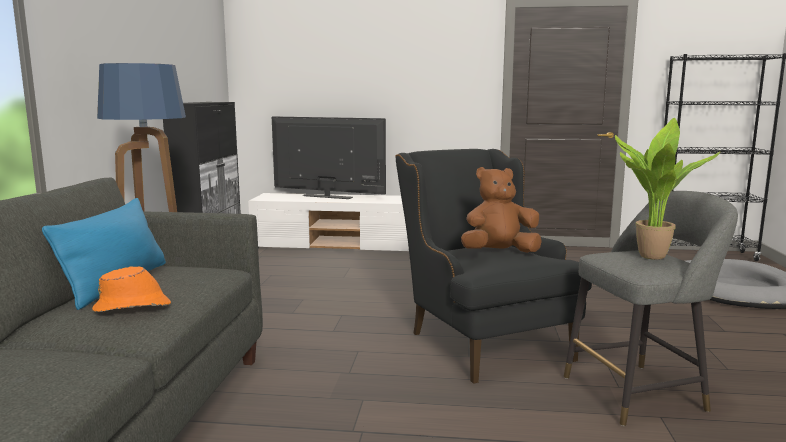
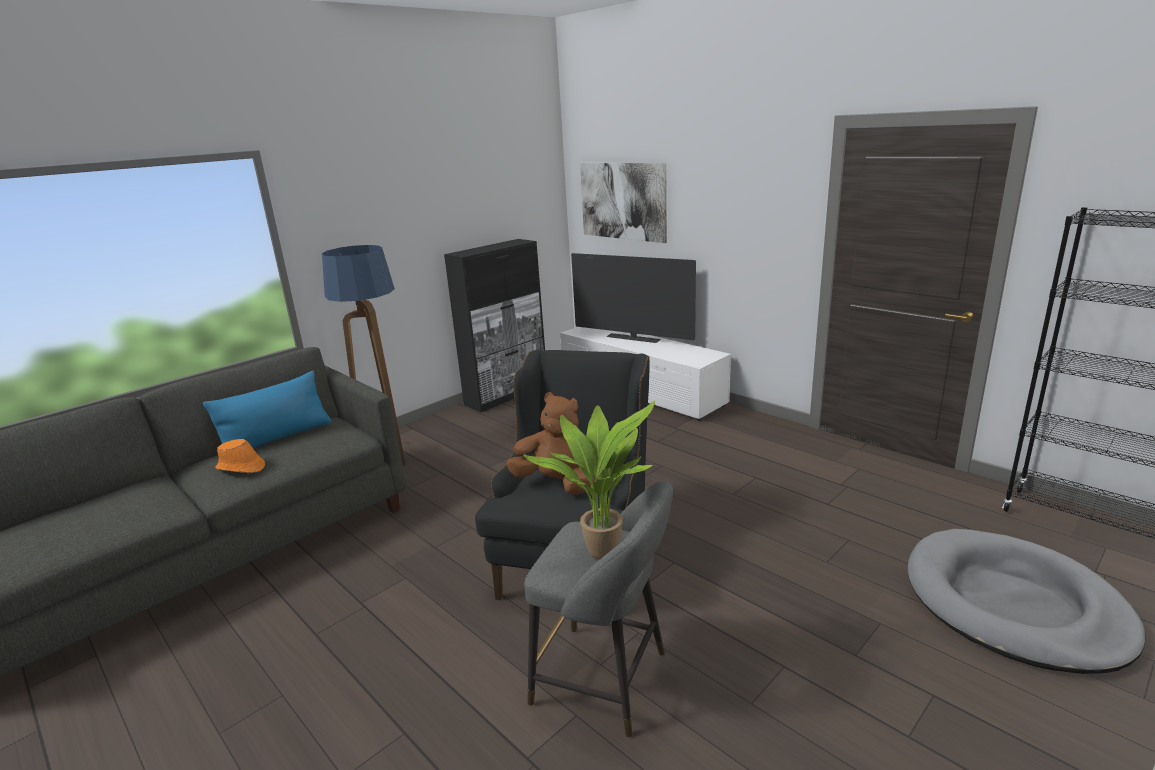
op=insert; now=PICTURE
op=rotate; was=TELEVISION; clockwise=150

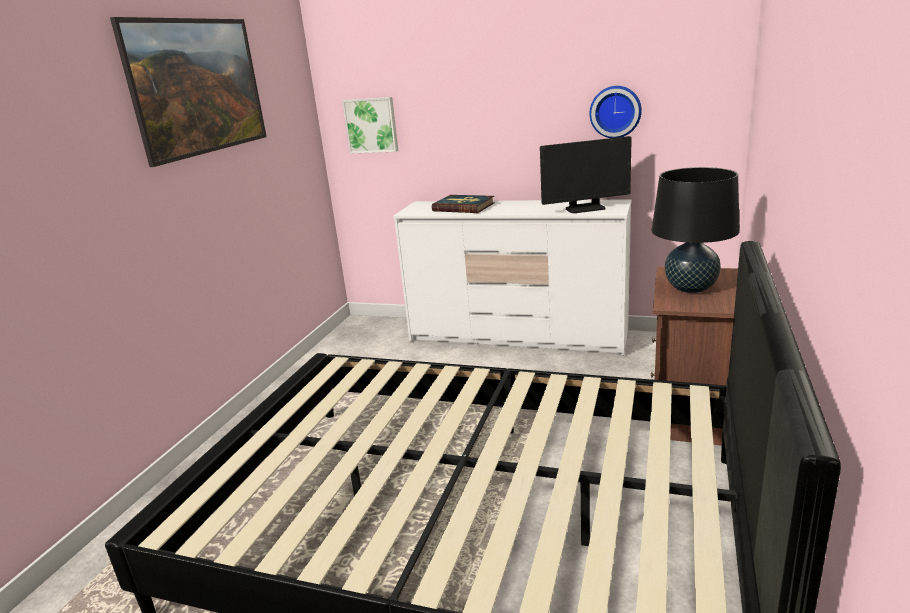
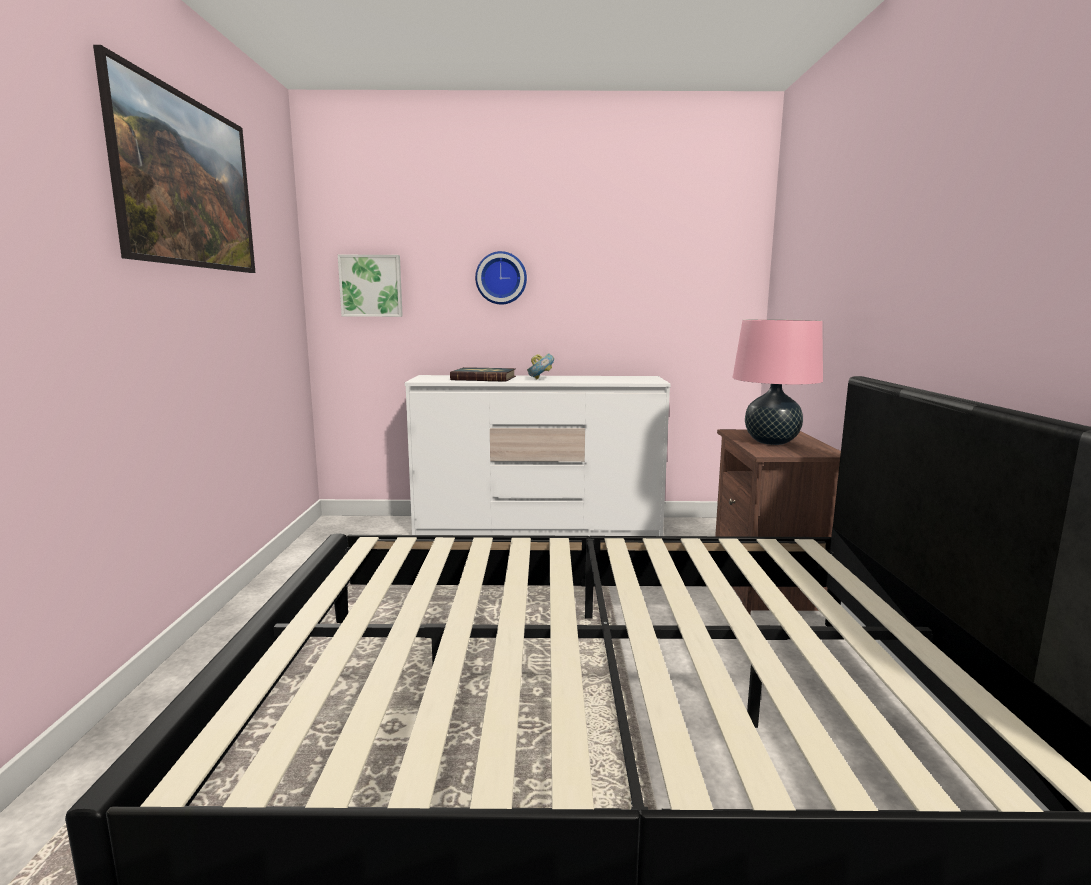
op=delete; was=MONITOR
op=insert; now=BOWL
op=move; was=WALL CLOCK
op=recolor; was=BLACK TABLE LAMP; now=PINK TABLE LAMP

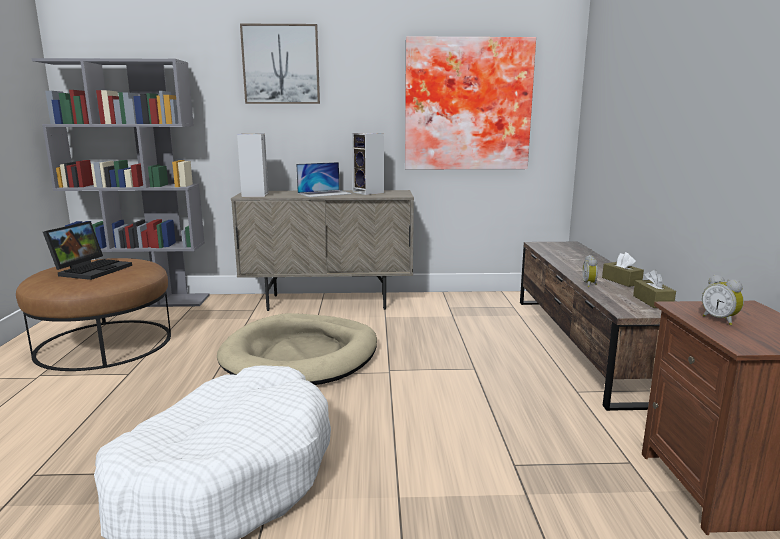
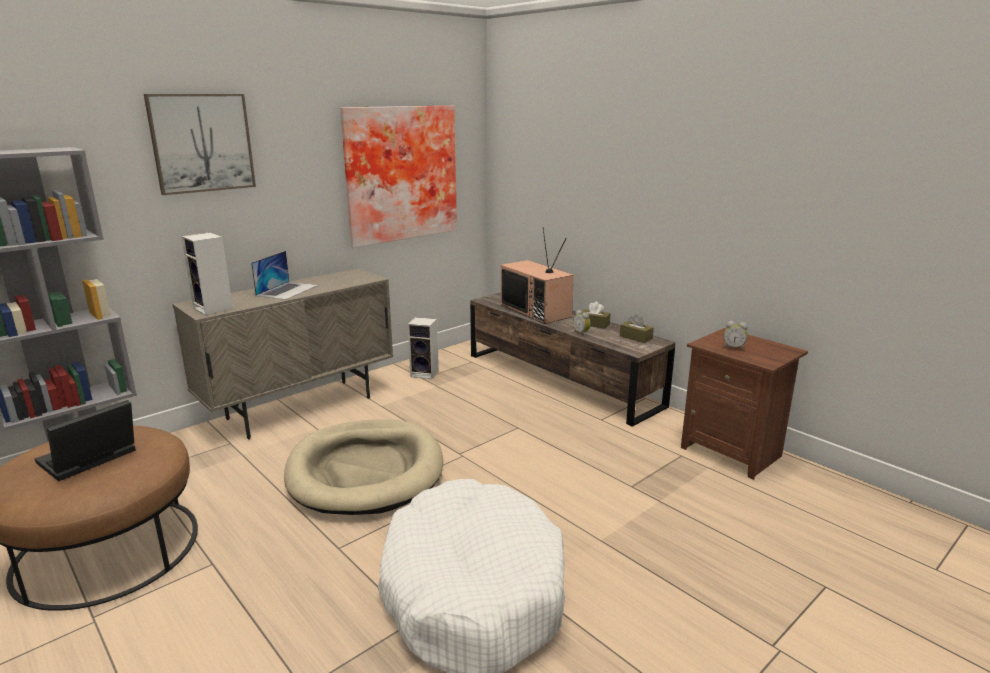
op=insert; now=TELEVISION
op=move; was=SPEAKER (2nd from left)
op=rotate; was=LAPTOP (1st from left); clockwise=-120

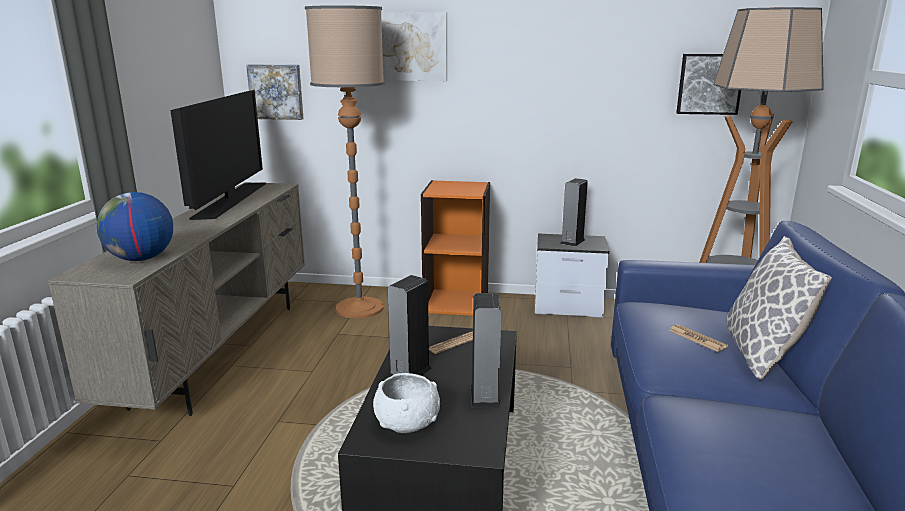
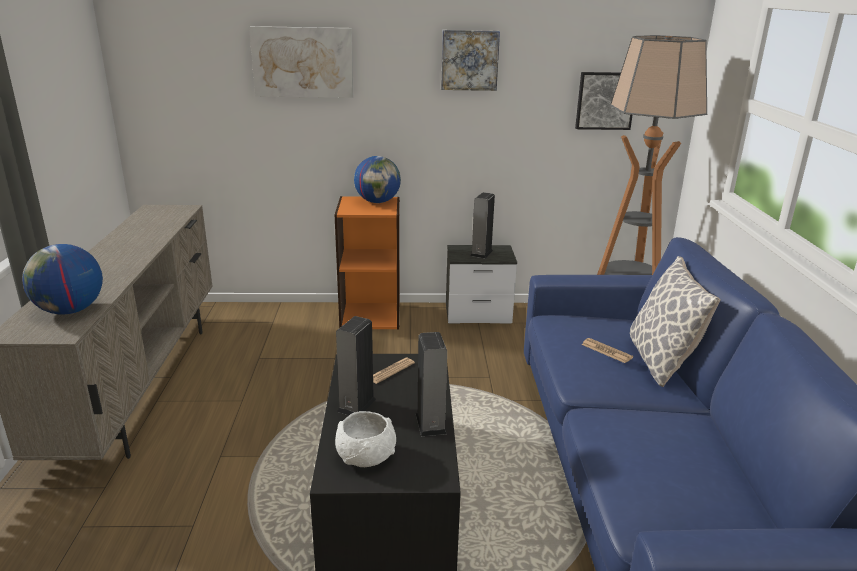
op=delete; was=TELEVISION
op=delete; was=FLOOR LAMP (1st from left)
op=insert; now=GLOBE (2nd from left)
op=move; was=PICTURE (1st from left in the first image); now=PICTURE (2nd from left)

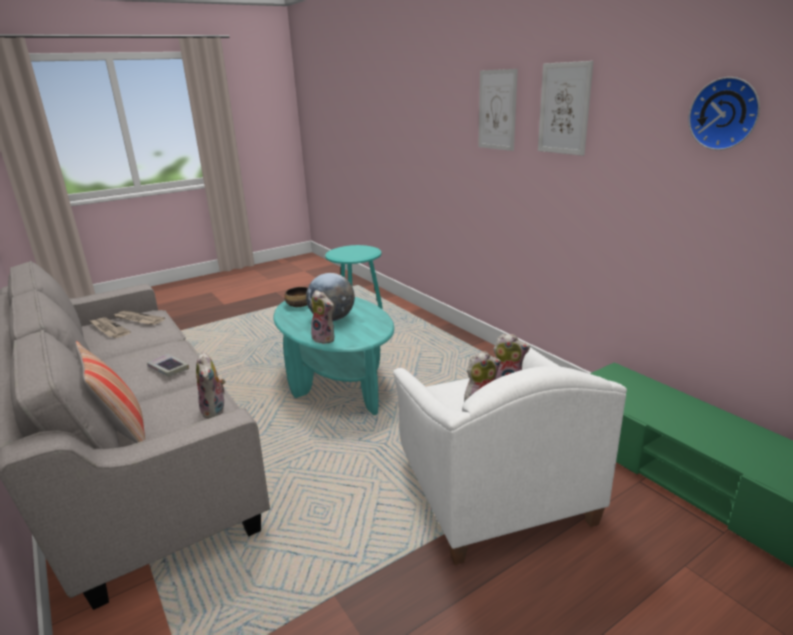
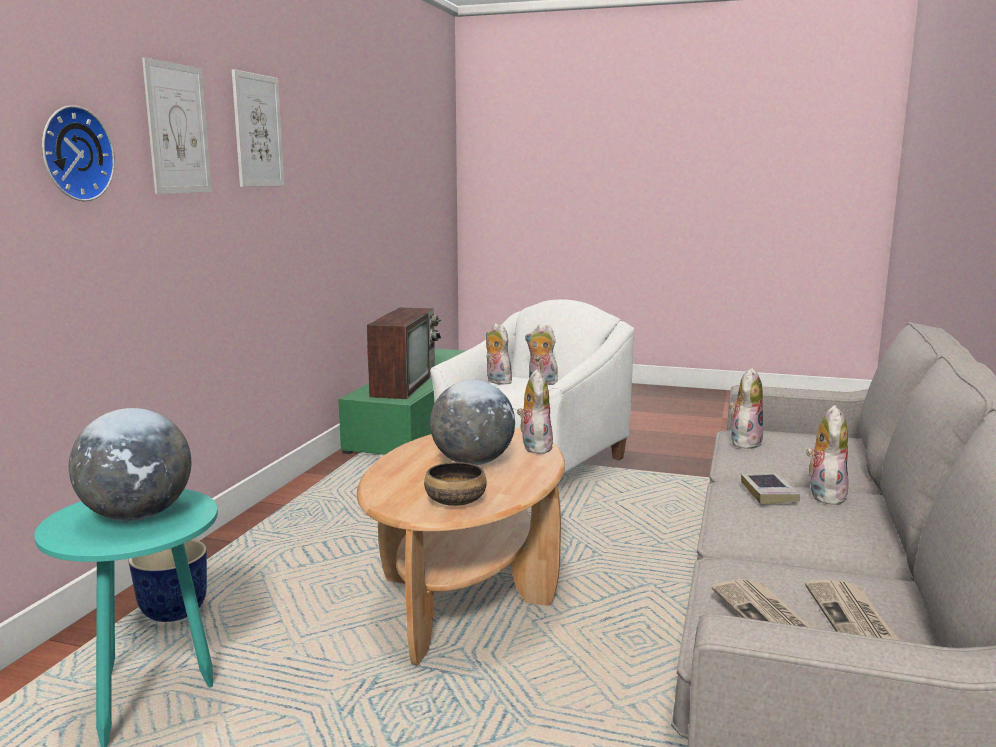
op=delete; was=PILLOW
op=insert; now=GLOBE (1st from left)
op=insert; now=PLANTER
op=insert; now=TELEVISION
op=insert; now=PLUSH TOY (5th from left)
op=move; was=WALL CLOCK
op=recolor; was=TURQUOISE COFFEE TABLE; now=BROWN COFFEE TABLE

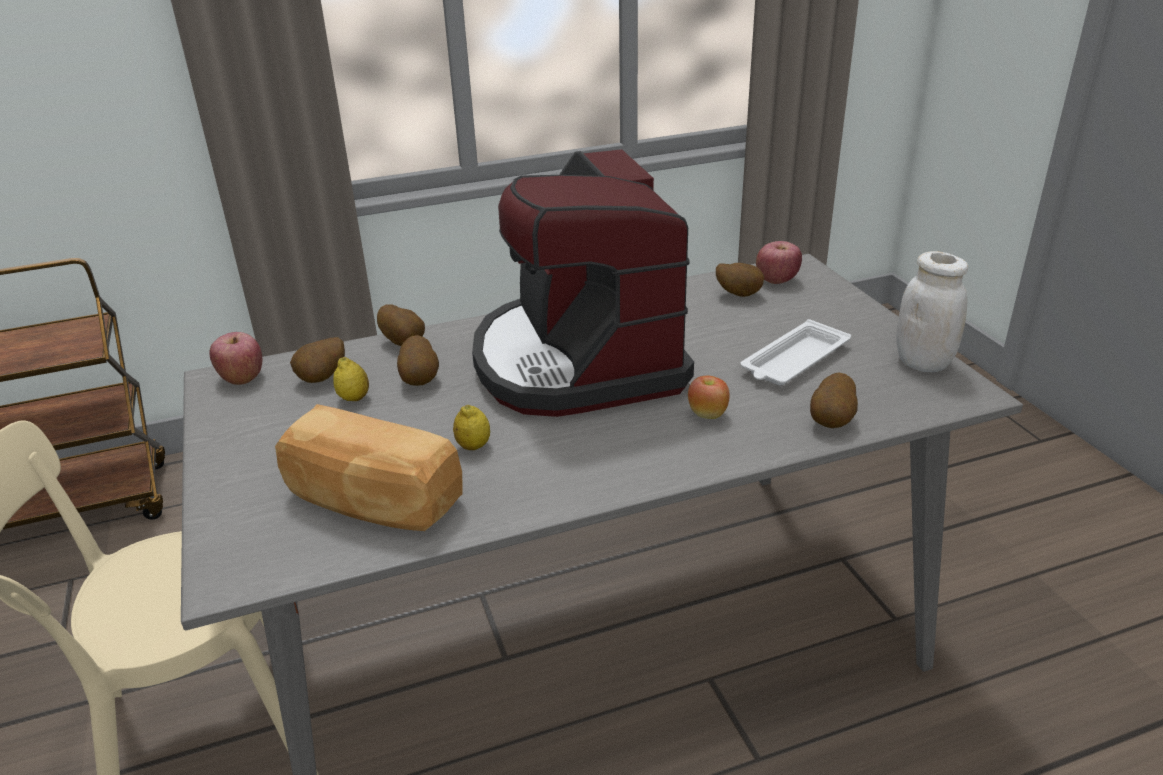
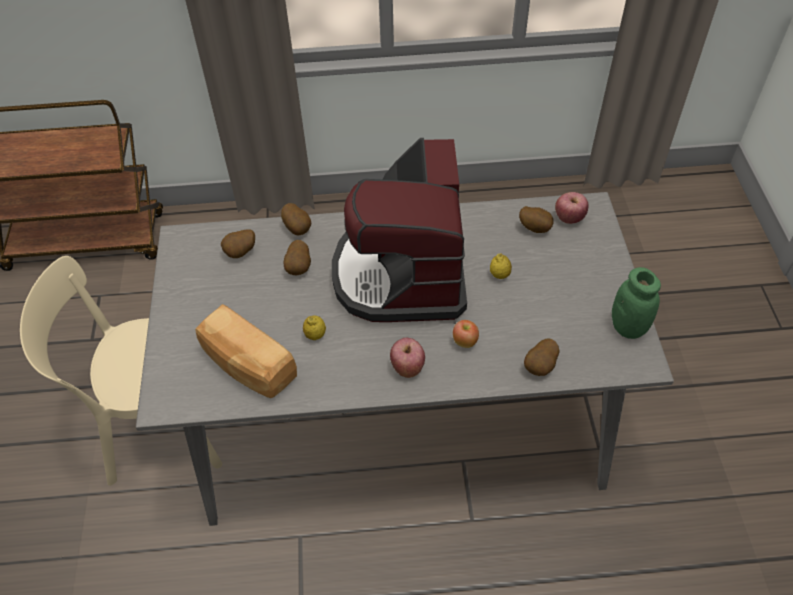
op=delete; was=WHITE TRAY
op=move; was=APPLE (1st from left)
op=move; was=LEMON (1st from left in the first image); now=LEMON (2nd from left)
op=recolor; was=WHITE JAR; now=GREEN JAR

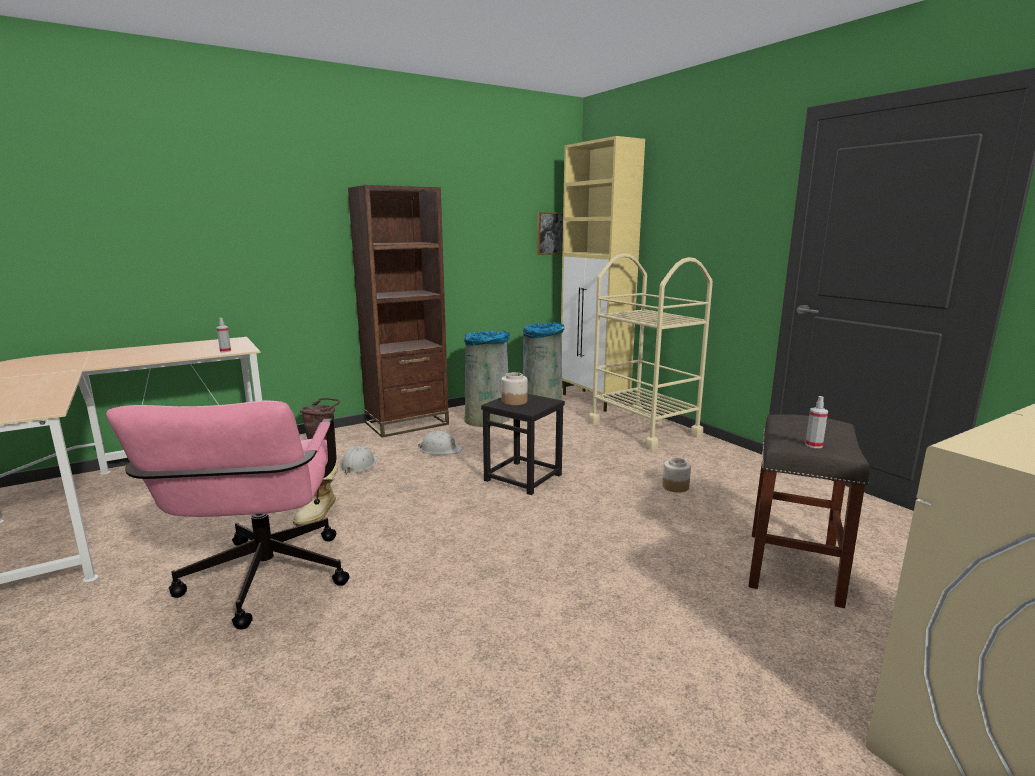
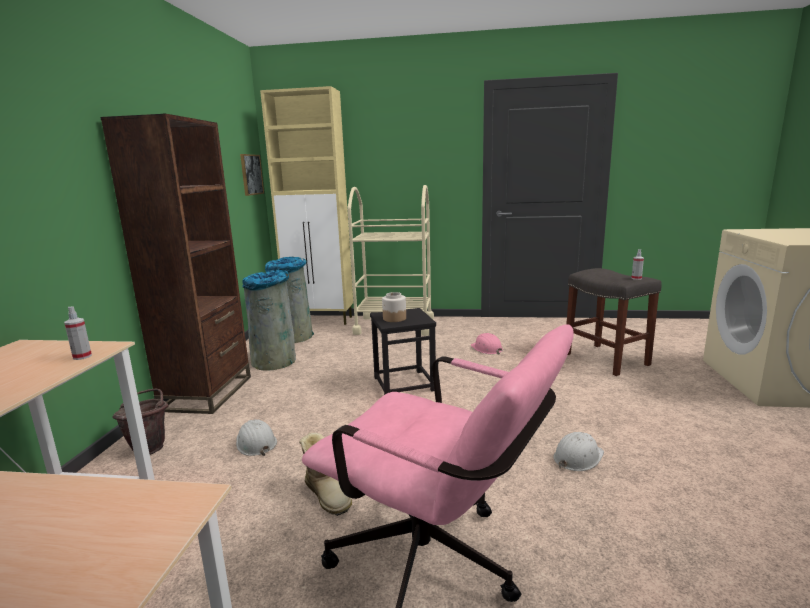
op=move; was=WHITE HARD HAT (2nd from left)
op=replace; was=JAR (2nd from left); now=PINK HARD HAT

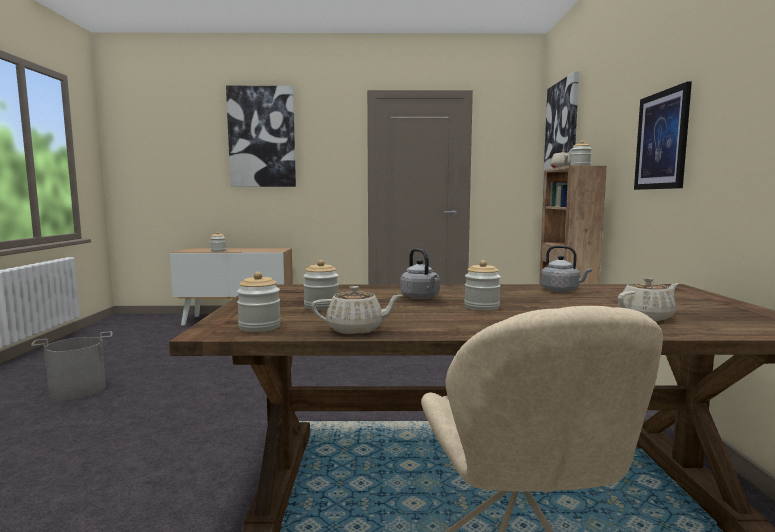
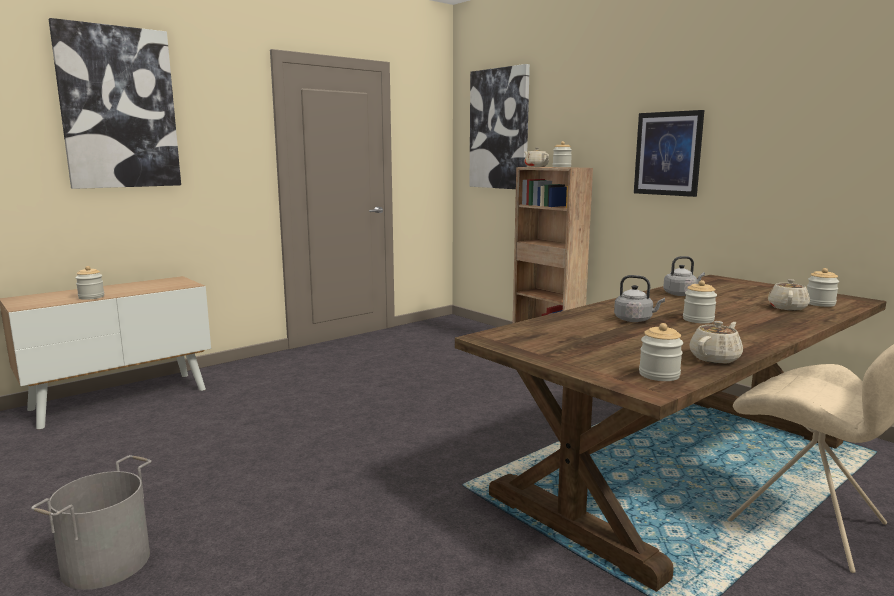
op=move; was=JAR (3rd from left in the first image); now=JAR (5th from left)

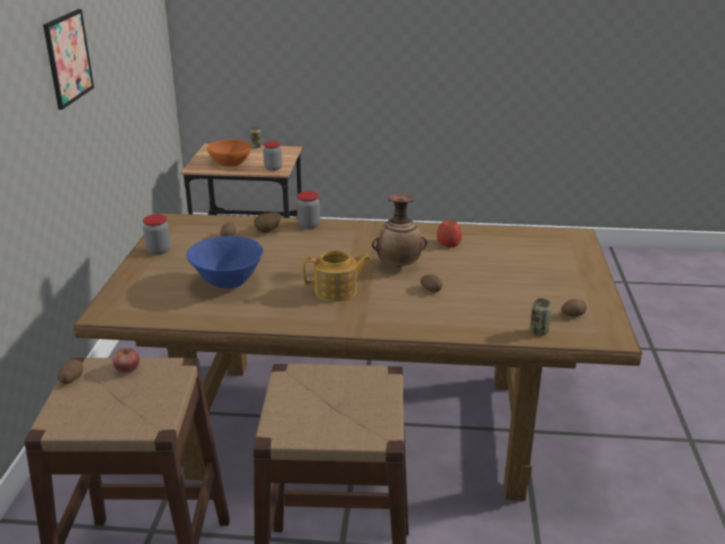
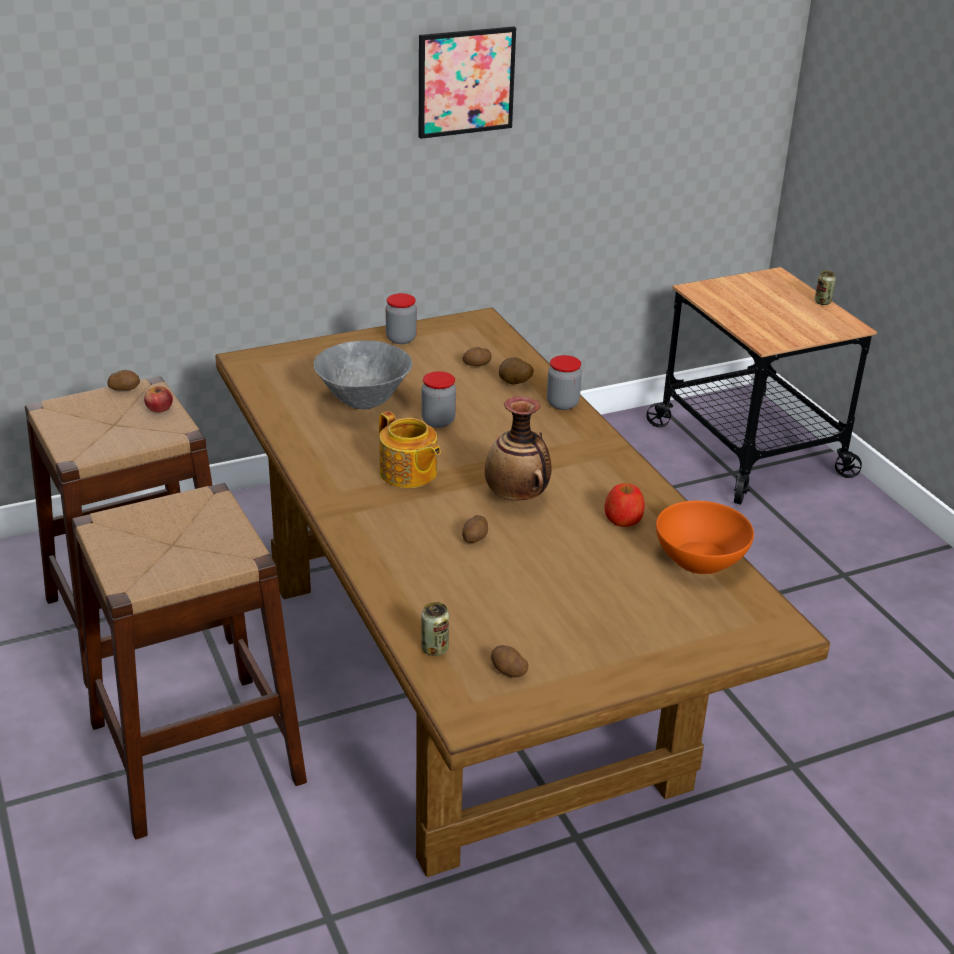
op=move; was=ORANGE BOWL
op=move; was=JAR (2nd from left)
op=recolor; was=BLUE BOWL; now=GREY BOWL

